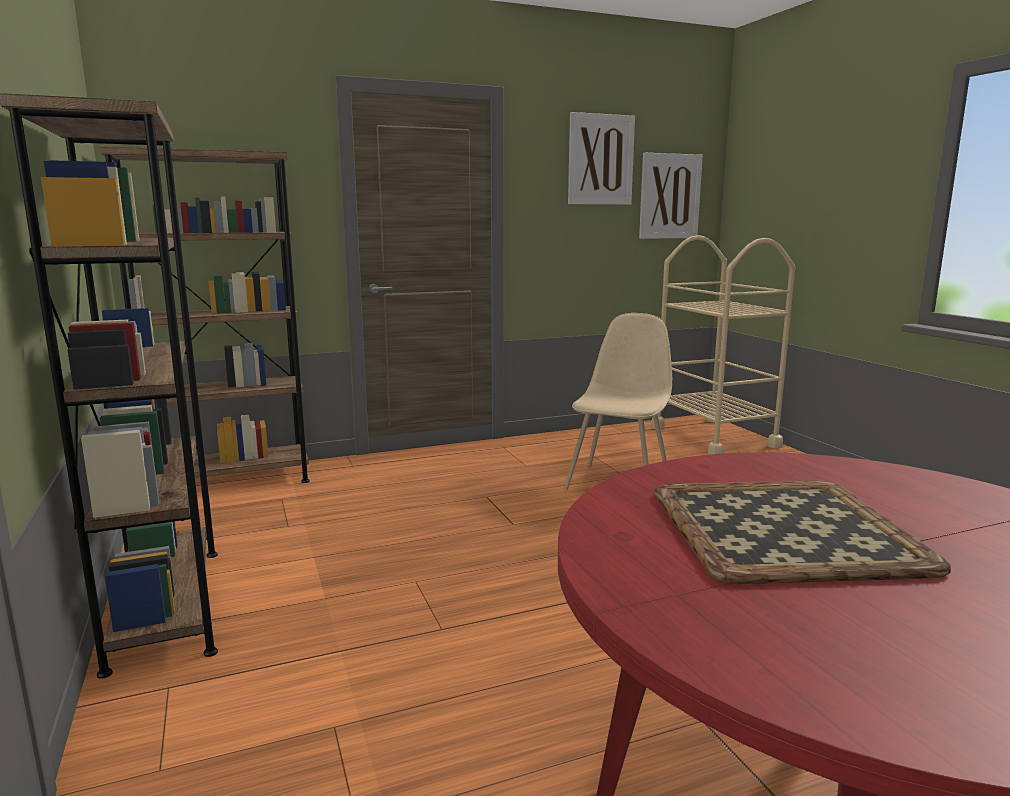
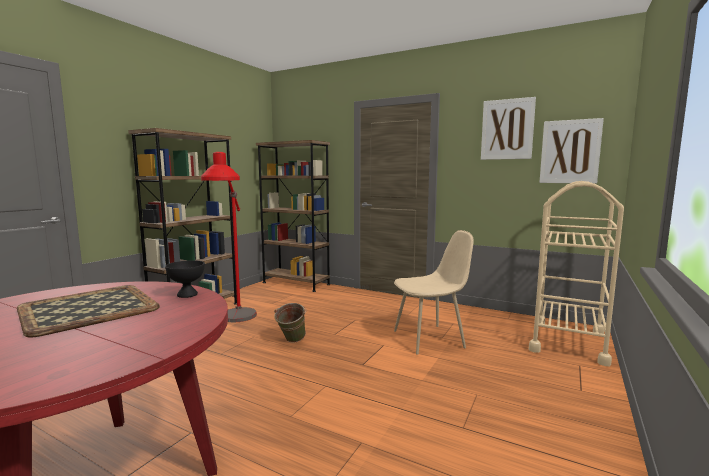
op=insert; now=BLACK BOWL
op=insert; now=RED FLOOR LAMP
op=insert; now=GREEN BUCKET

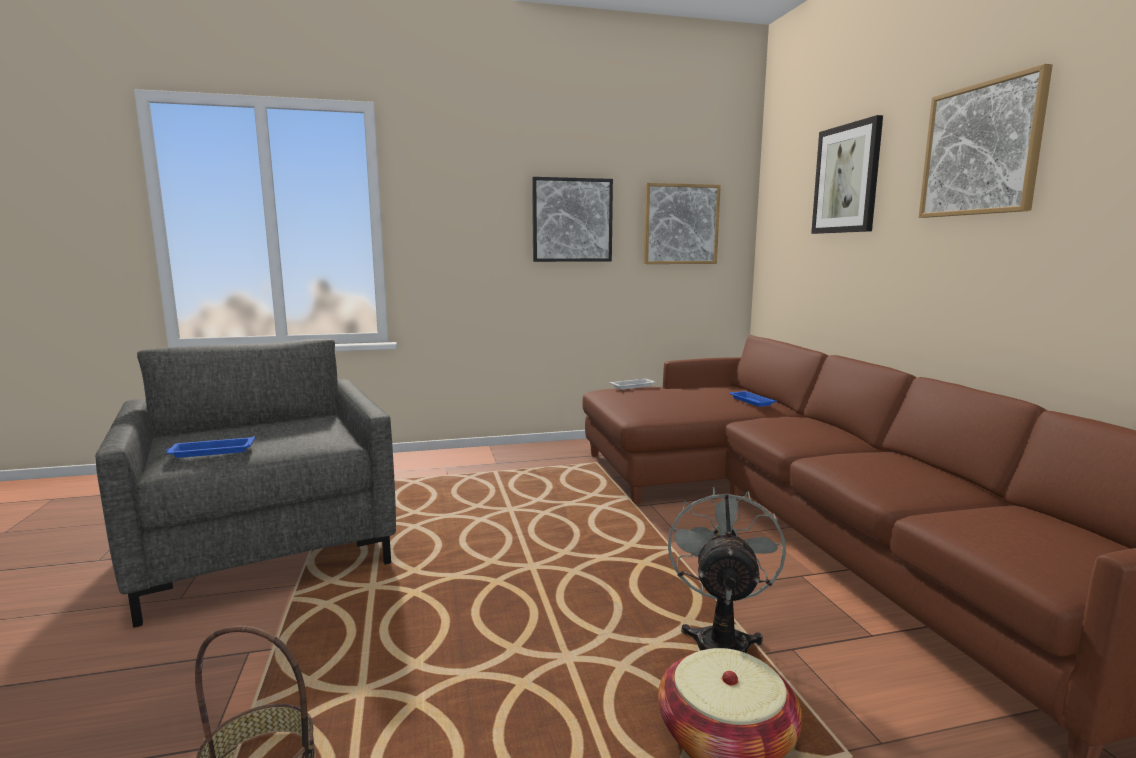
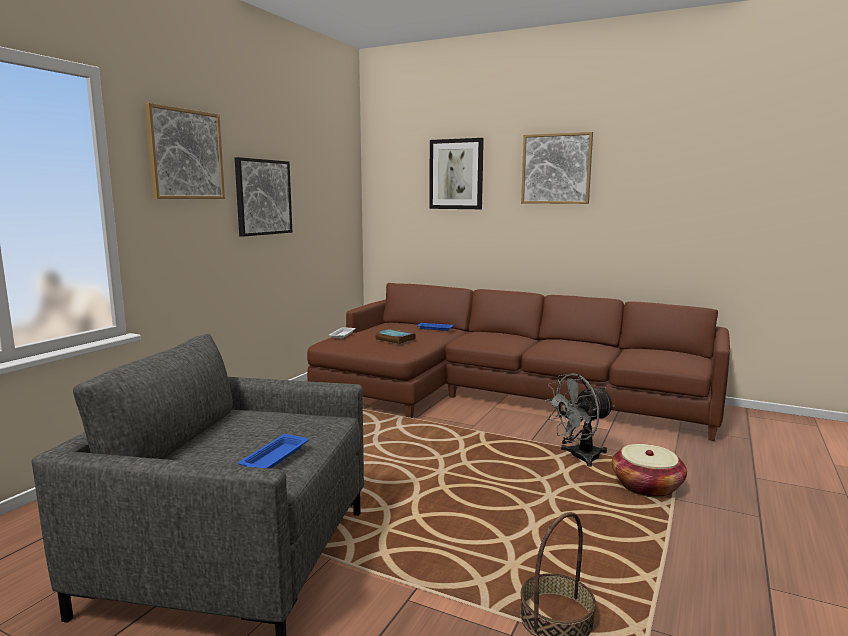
op=insert; now=BOOK
op=move; was=PICTURE (2nd from left in the first image); now=PICTURE (1st from left)
op=rotate; was=GREY FAN; clockwise=-75

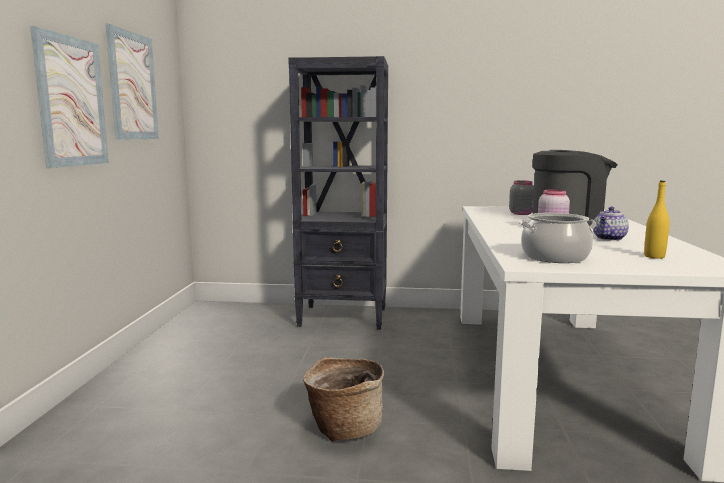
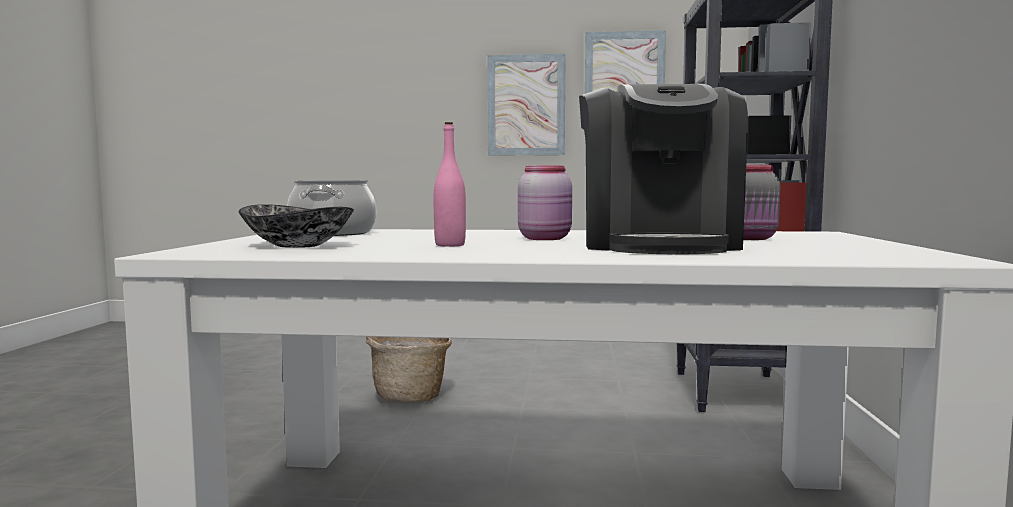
op=replace; was=TEAPOT; now=PINK BOTTLE
op=replace; was=YELLOW BOTTLE; now=BOWL

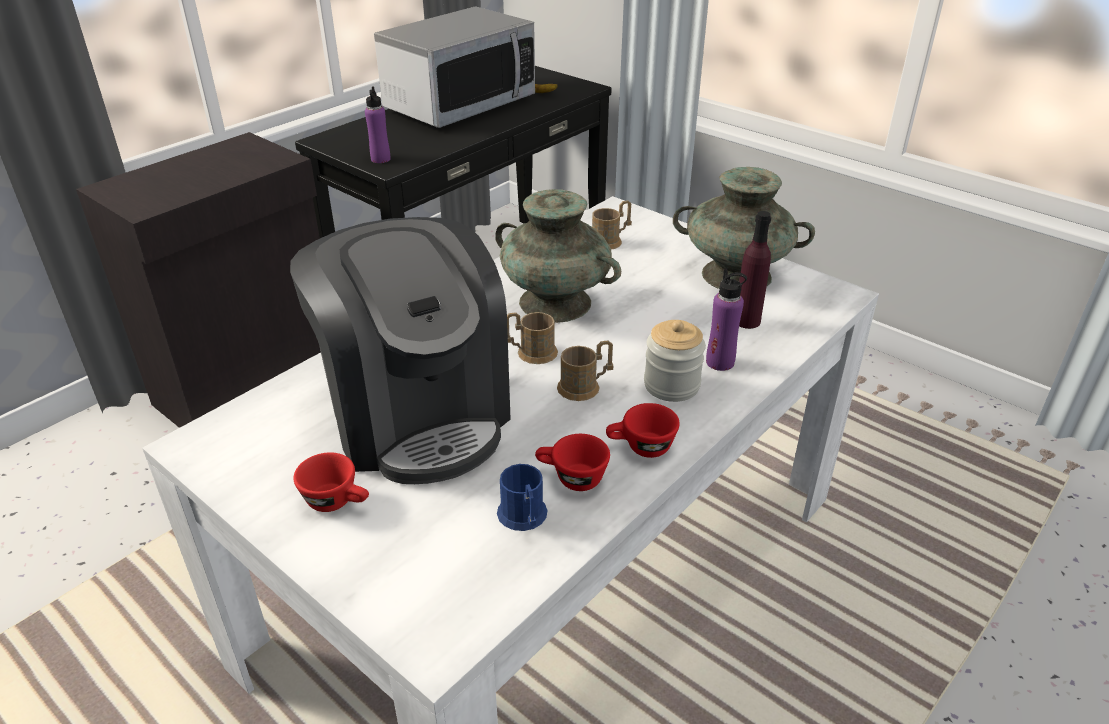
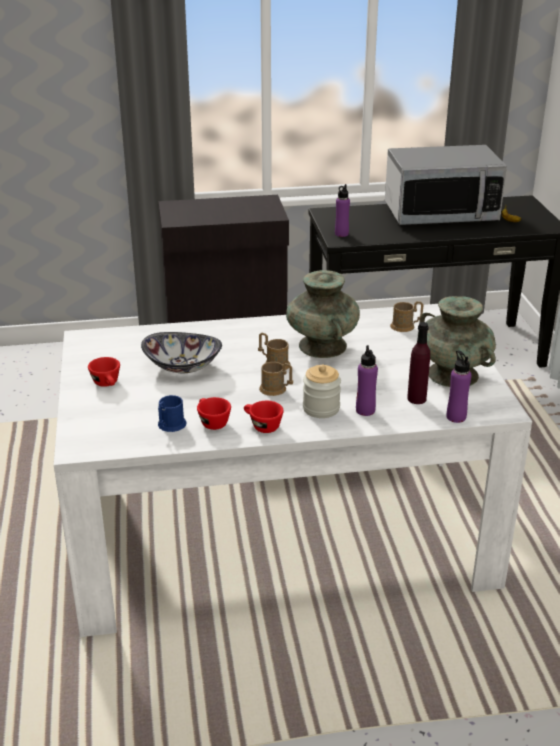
op=insert; now=PURPLE BOTTLE (4th from left)
op=replace; was=COFFEE MACHINE; now=BOWL

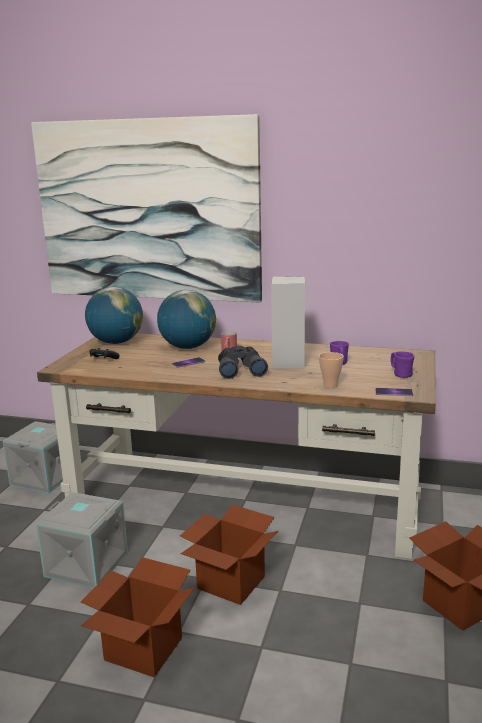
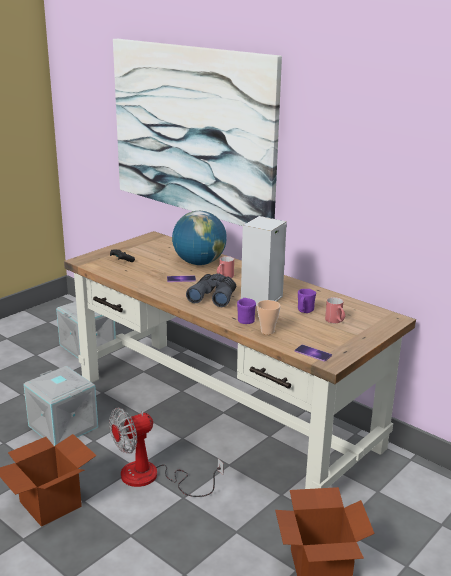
op=delete; was=GLOBE (1st from left)
op=insert; now=RED MUG (2nd from left)
op=move; was=PURPLE MUG (2nd from left in the first image); now=PURPLE MUG (1st from left)
op=replace; was=CARDBOARD BOX (2nd from left); now=FAN

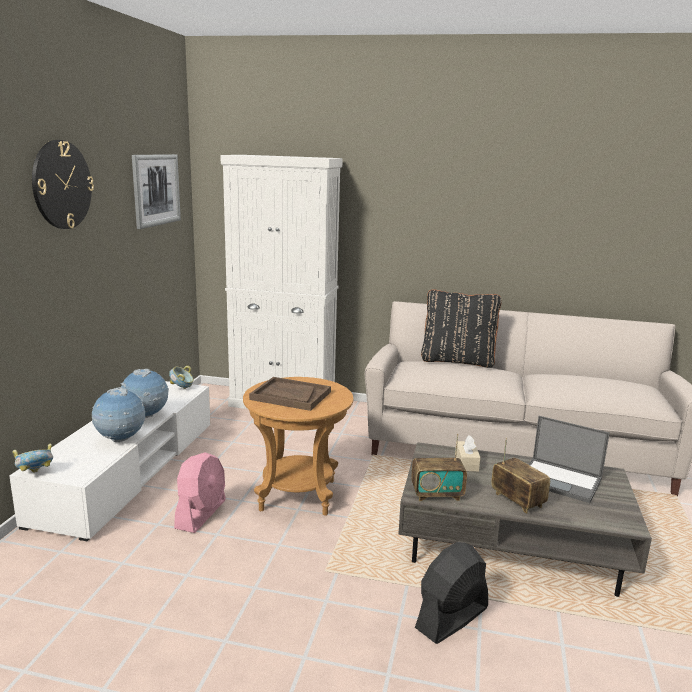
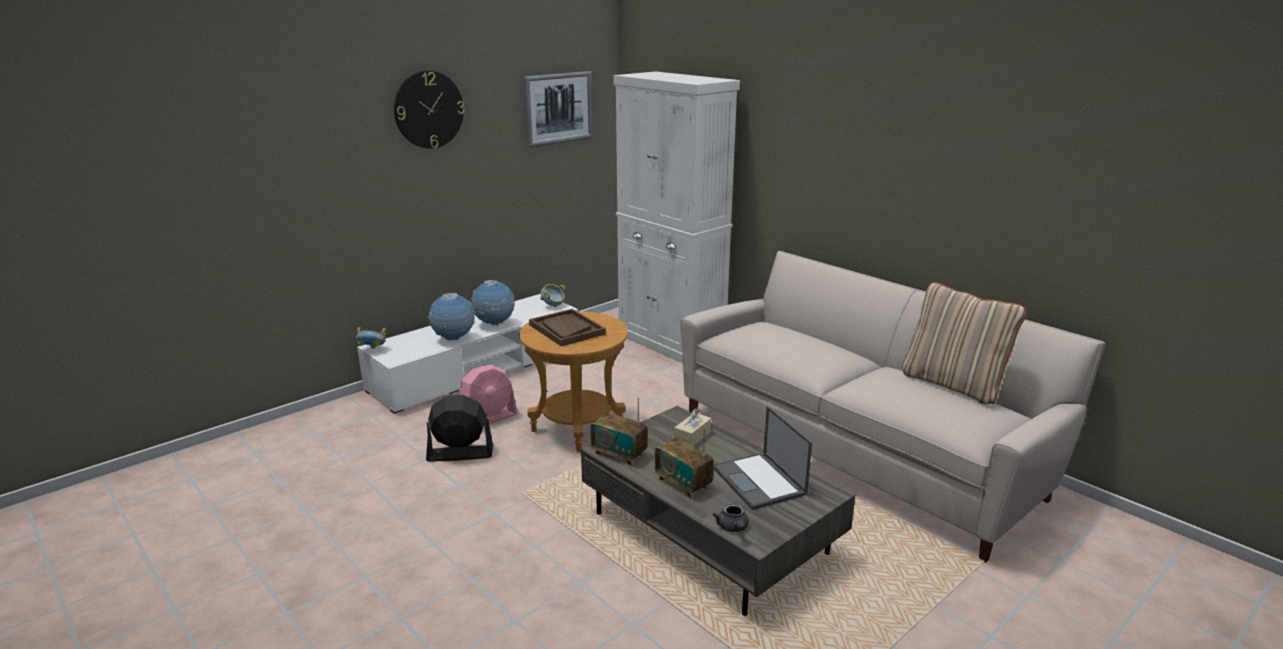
op=delete; was=BLACK PILLOW
op=insert; now=GREY TEAPOT
op=insert; now=BEIGE PILLOW
op=move; was=BLACK FAN
op=rotate; was=RADIO (2nd from left); clockwise=135

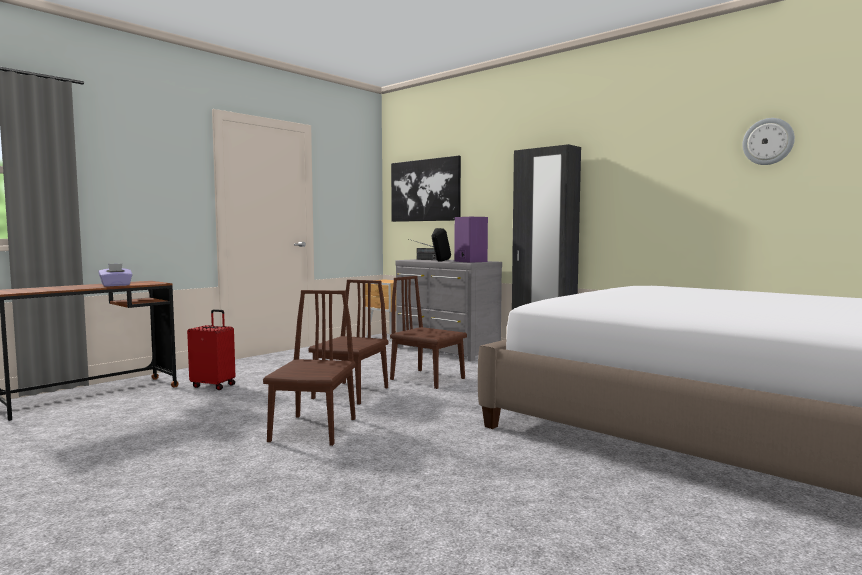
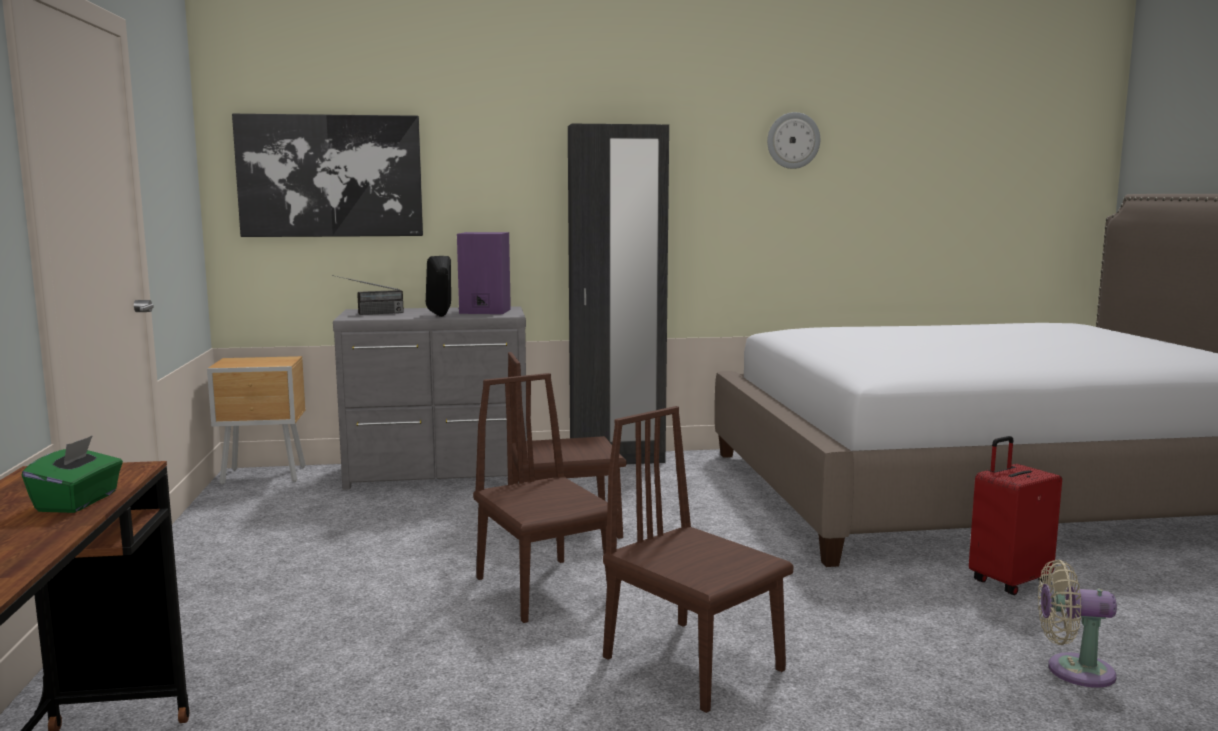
op=insert; now=BEIGE FAN
op=move; was=RED SUITCASE
op=move; was=WALL CLOCK
op=recolor; was=PURPLE TISSUE BOX; now=GREEN TISSUE BOX

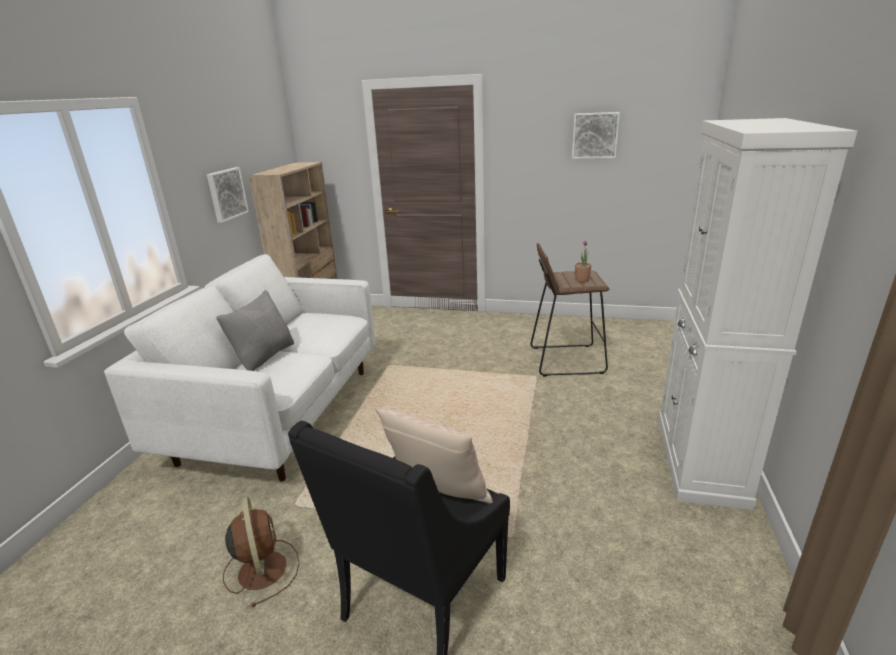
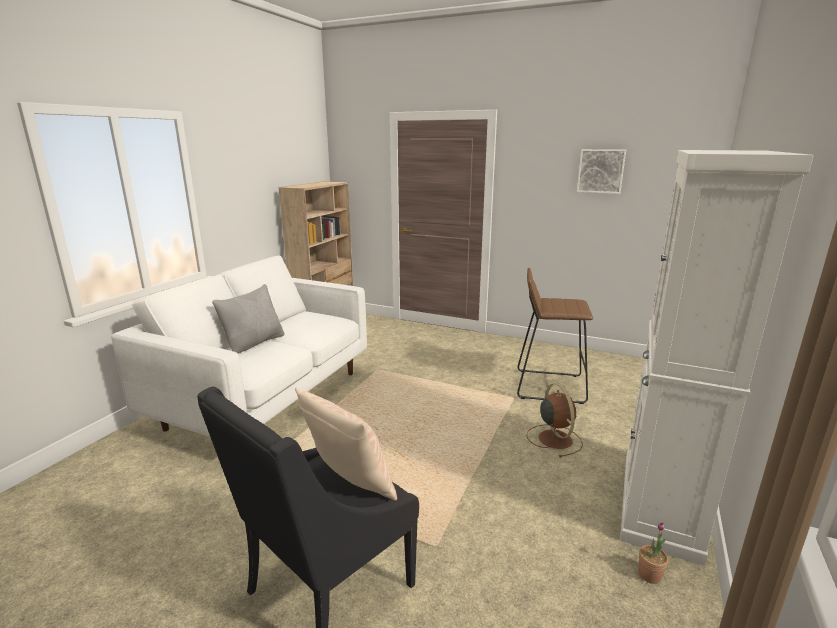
op=delete; was=PICTURE (1st from left)
op=move; was=BROWN FAN
op=move; was=POTTED PLANT

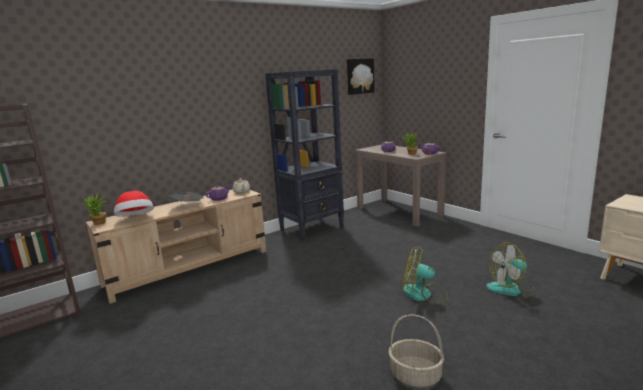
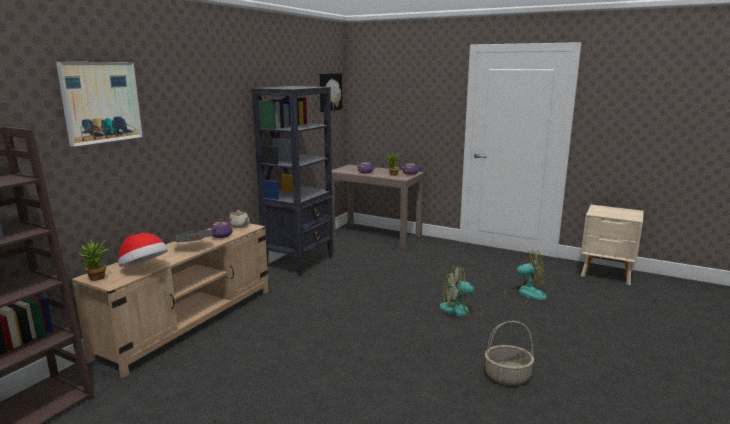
op=insert; now=PICTURE (1st from left)
op=rotate; was=FAN (2nd from left); clockwise=-135

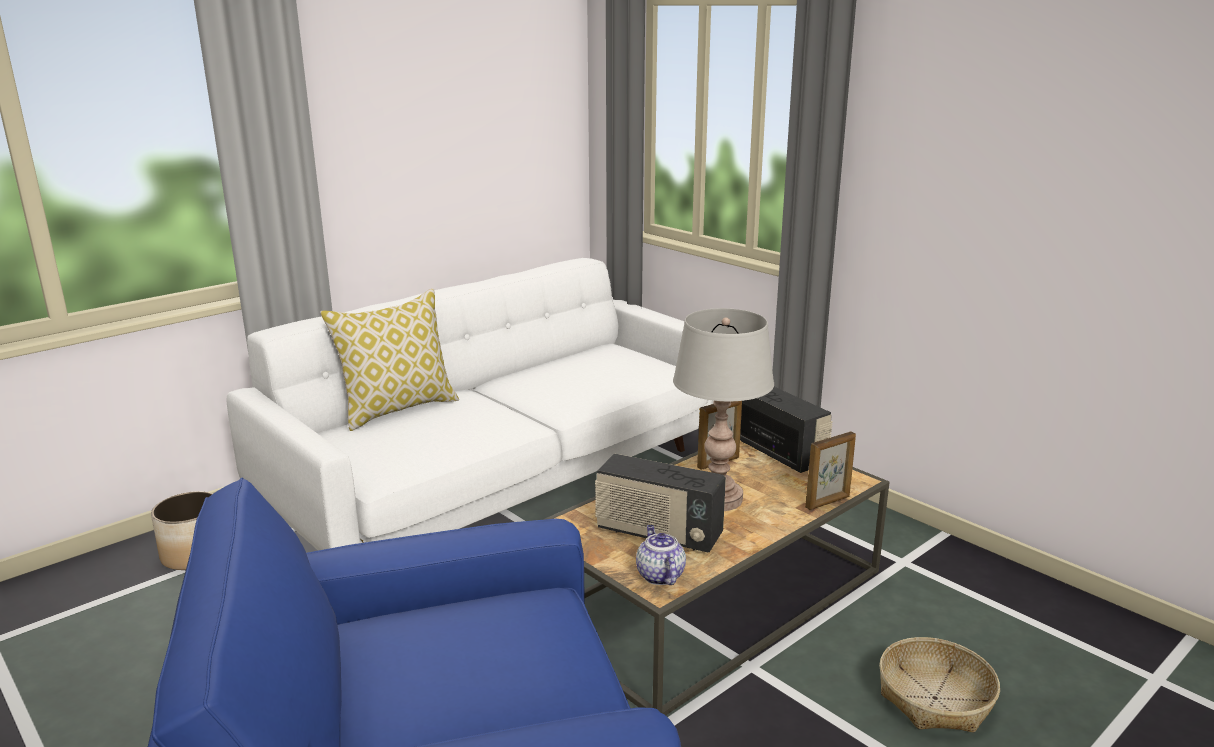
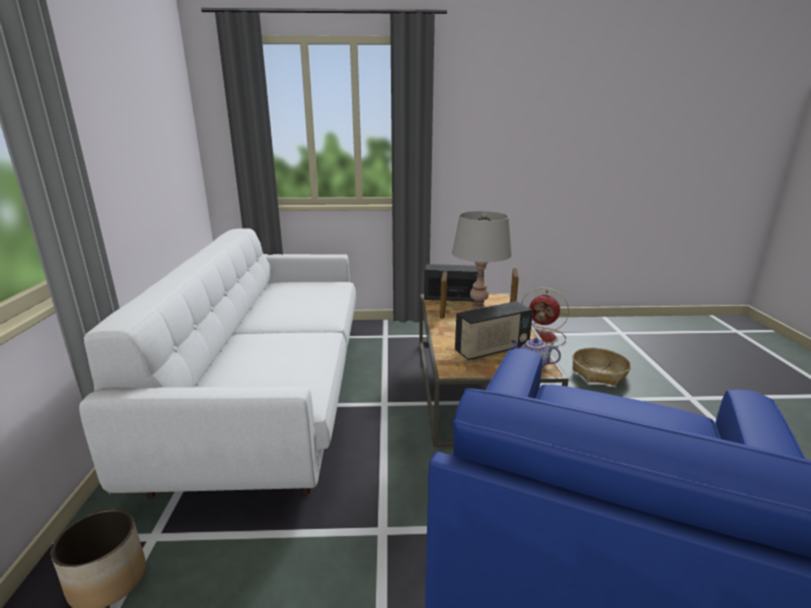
op=delete; was=PILLOW
op=insert; now=RED FAN

